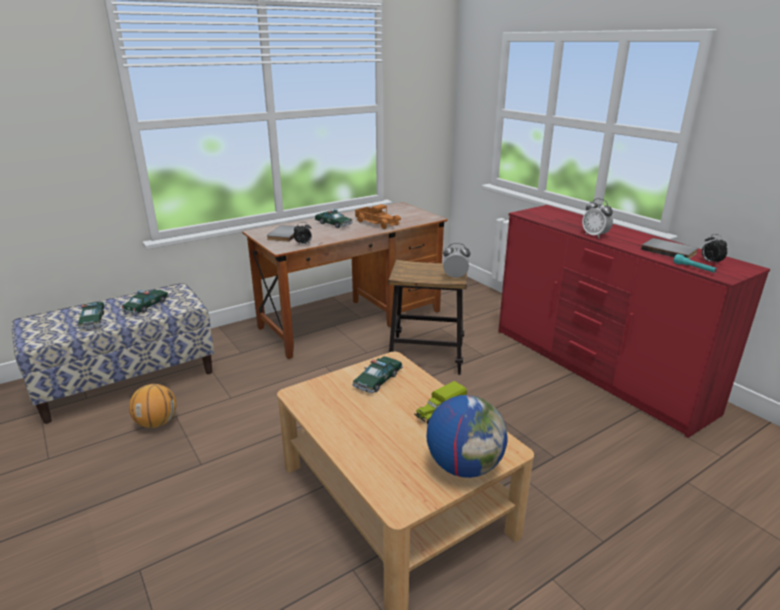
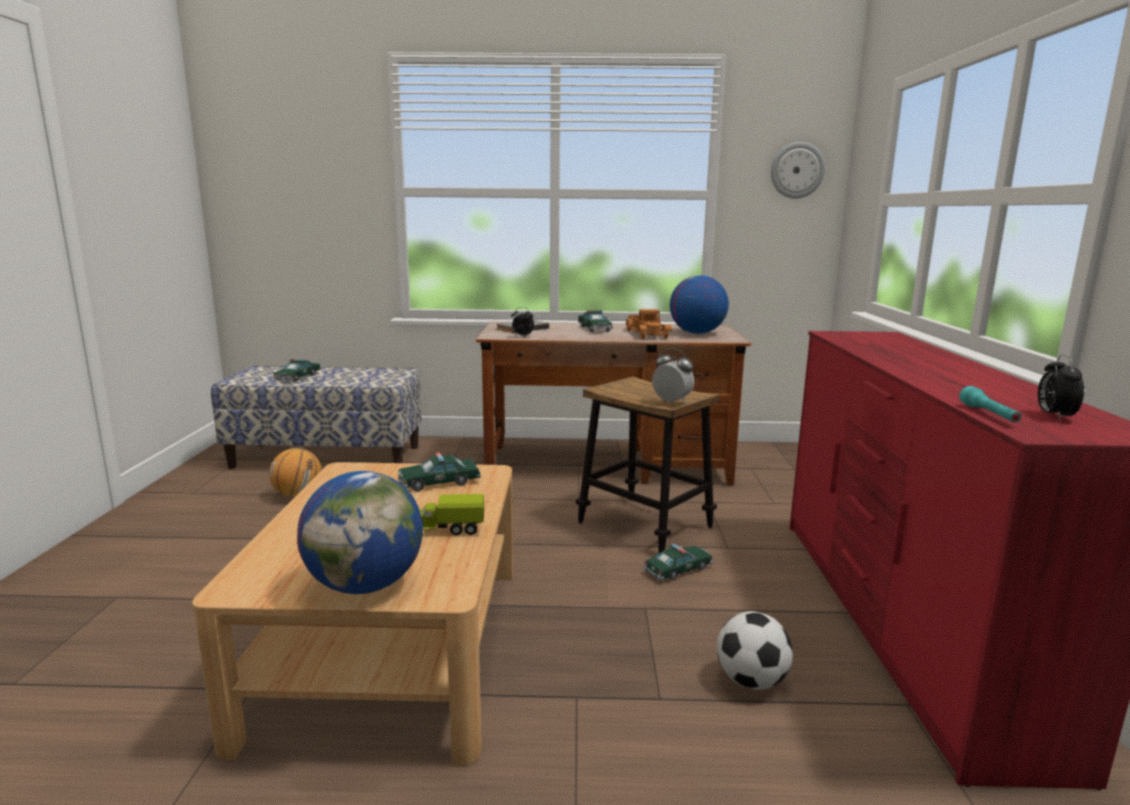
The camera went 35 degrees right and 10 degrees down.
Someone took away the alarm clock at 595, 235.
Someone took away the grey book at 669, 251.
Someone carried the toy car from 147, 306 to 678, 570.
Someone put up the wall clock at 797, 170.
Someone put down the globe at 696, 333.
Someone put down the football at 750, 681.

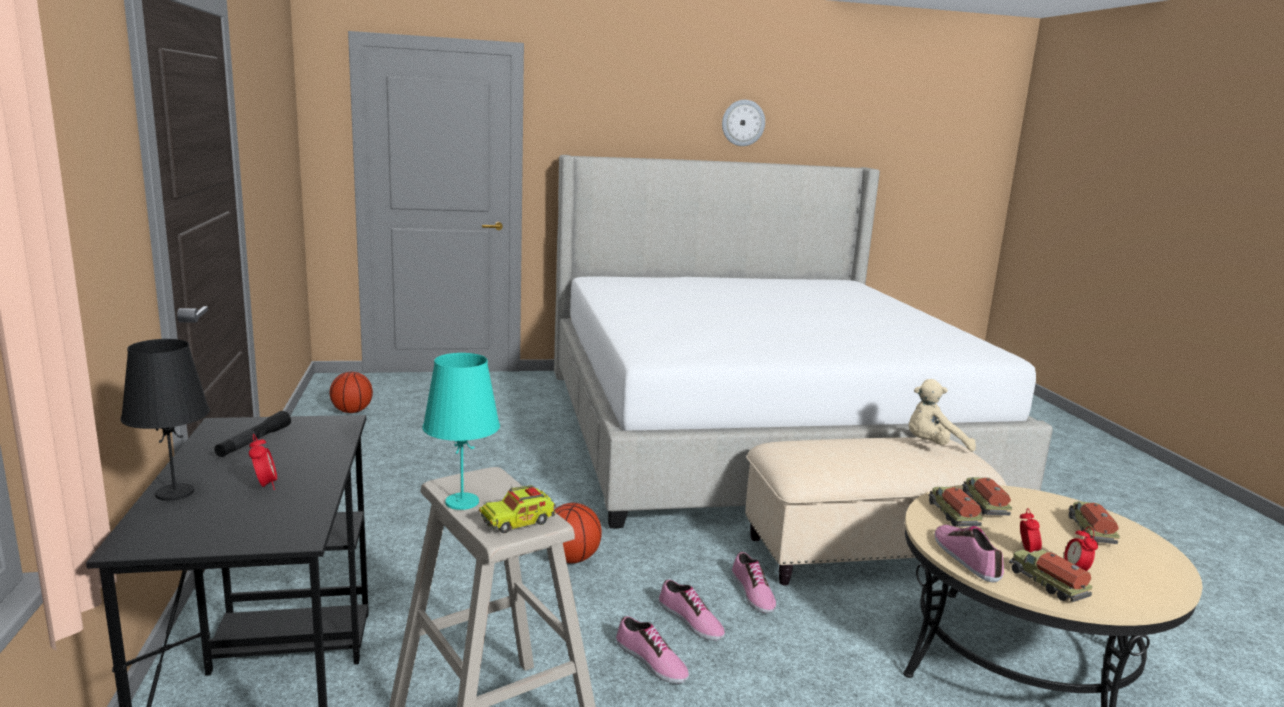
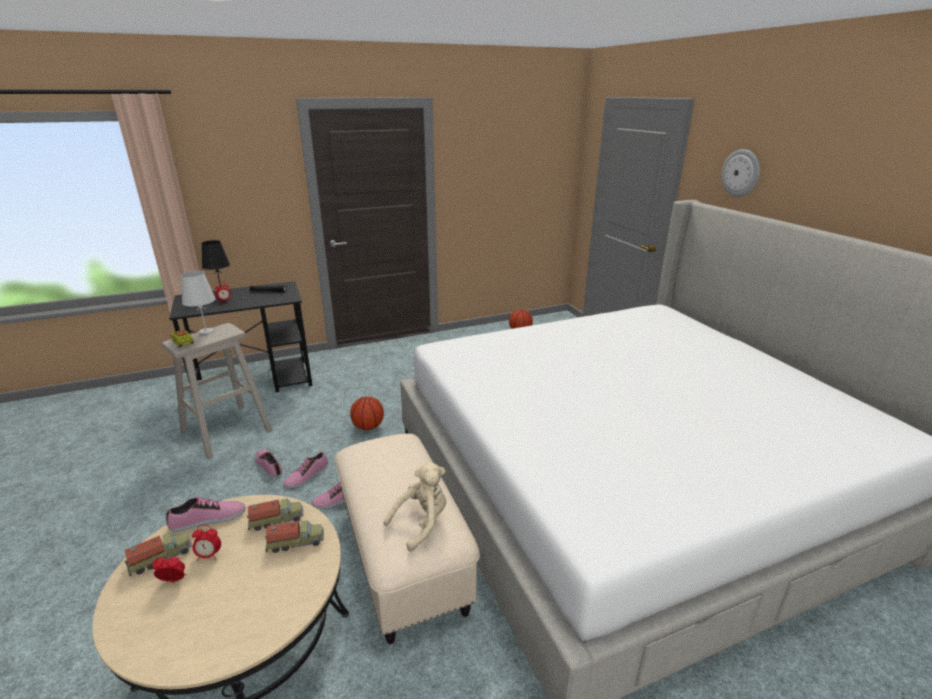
The camera went 80 degrees right and 10 degrees up.
Someone carried the wall clock from 743, 123 to 741, 173.
Someone repainted the turquoise table lamp at 462, 502, which became the white table lamp at 206, 331.
Someone rotated the beige plush toy at 933, 446 by 75 degrees clockwise.
Someone took away the toy truck at 1090, 530.
Someone rotated the shoe at 650, 661 by 105 degrees clockwise.

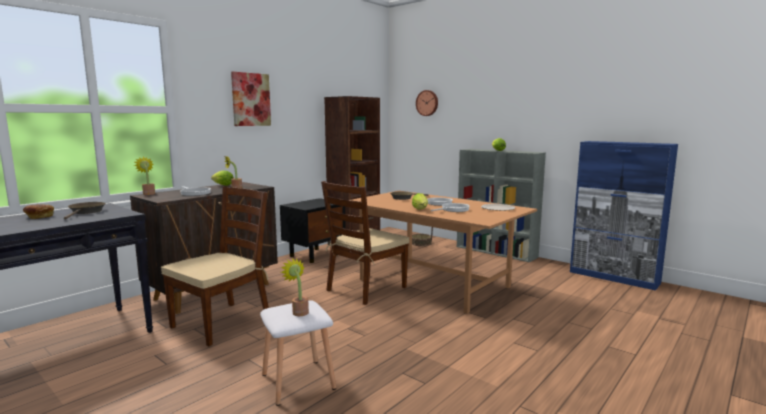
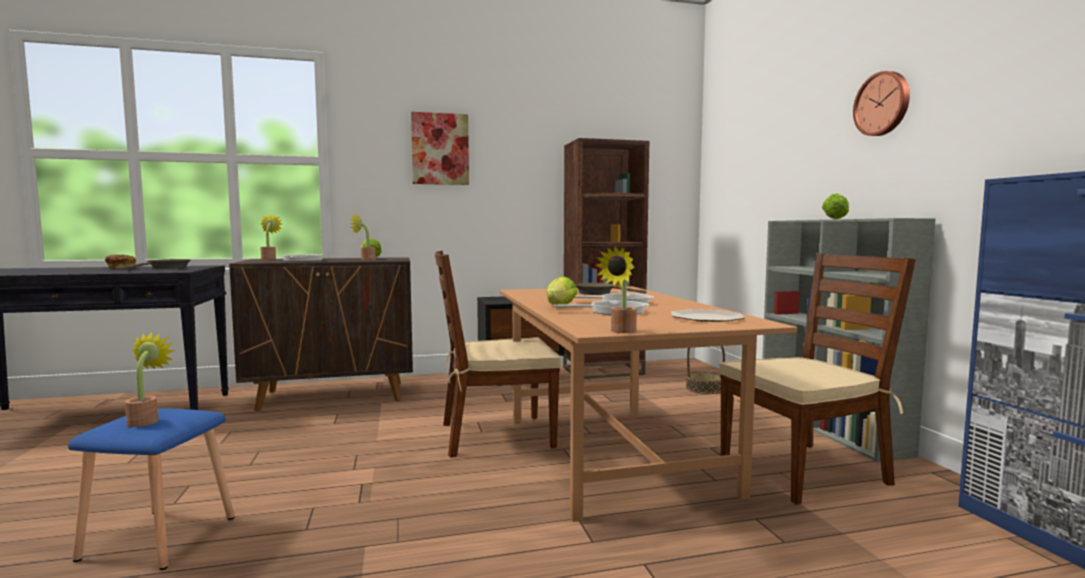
The camera went 35 degrees right and 5 degrees down.
Someone carried the wall clock from 427, 103 to 883, 104.
Someone carried the brown chair from 222, 322 to 804, 470.
Someone repainted the white stool at 297, 381, which became the blue stool at 160, 536.
Someone put down the potted plant at 621, 331.

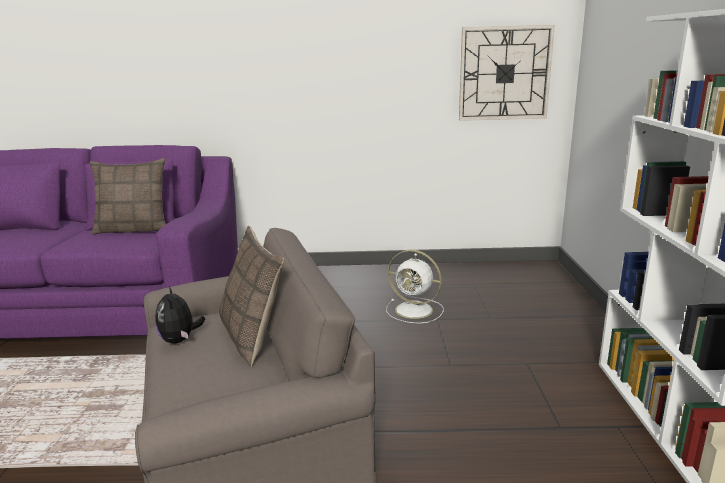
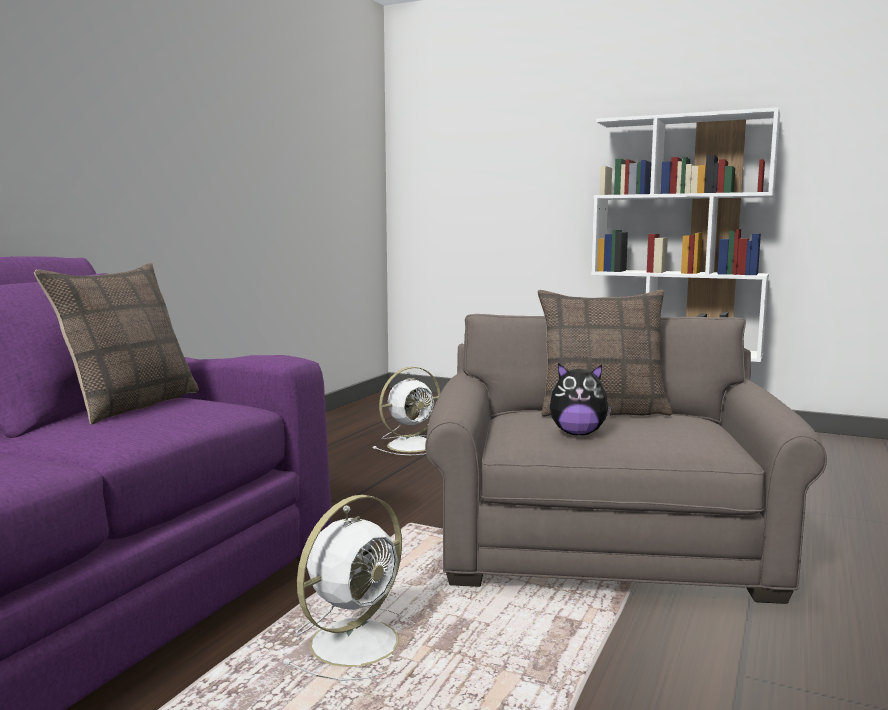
The camera went 65 degrees left and 10 degrees down.
Someone took away the wall clock at 504, 73.
Someone put down the white fan at 357, 641.

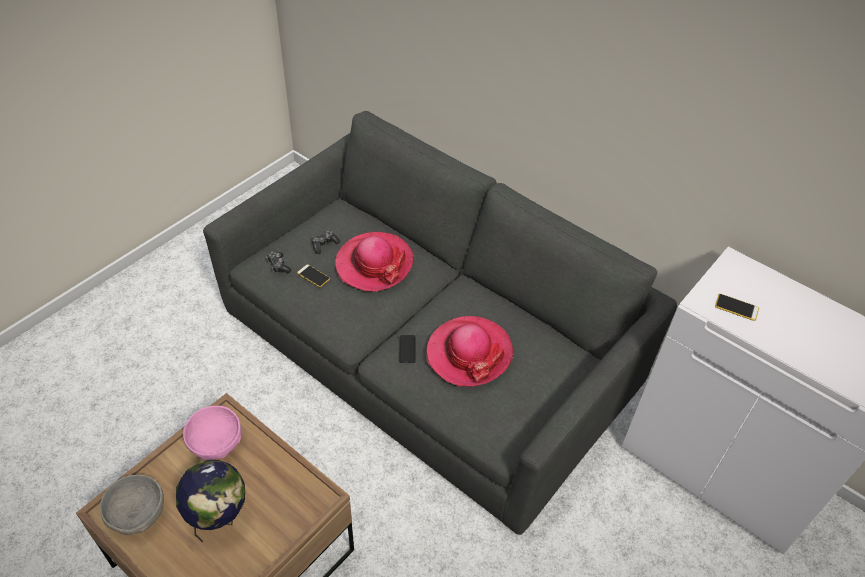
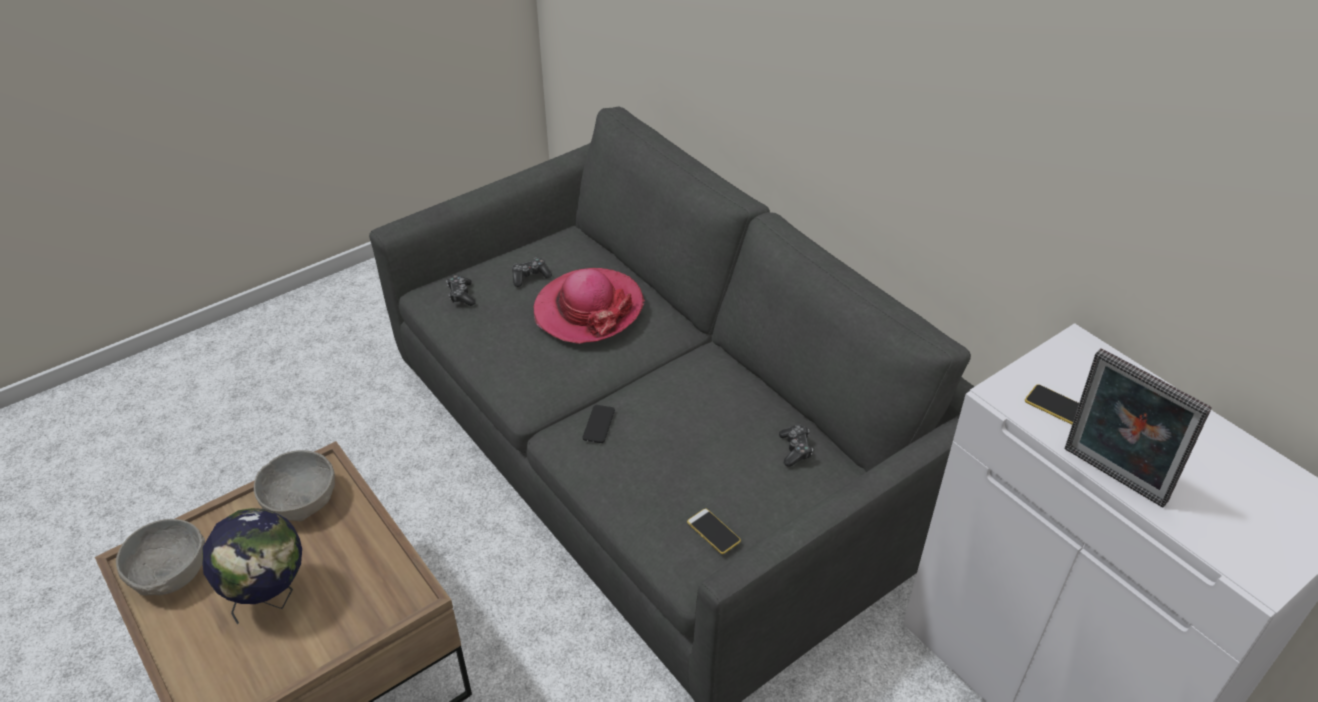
The camera went 15 degrees right and 5 degrees down.
Someone carried the phone from 313, 276 to 713, 531.
Someone took away the hat at 469, 353.
Someone repainted the pink bowl at 216, 442, which became the grey bowl at 301, 501.
Someone put down the picture frame at 1111, 479.
Someone put down the game controller at 795, 449.

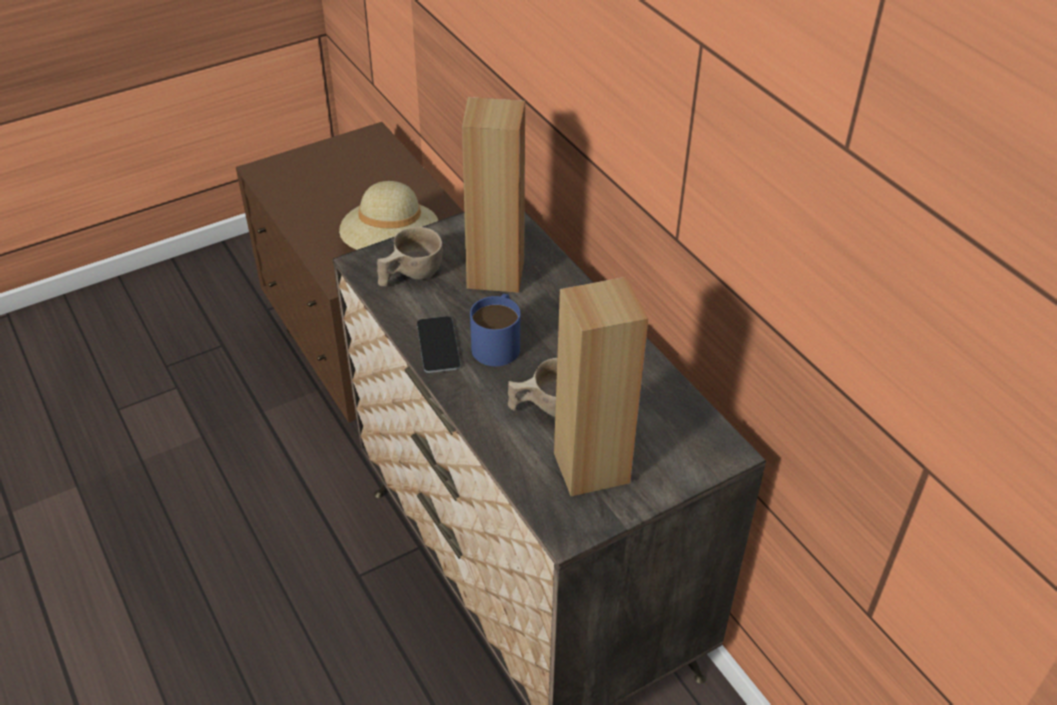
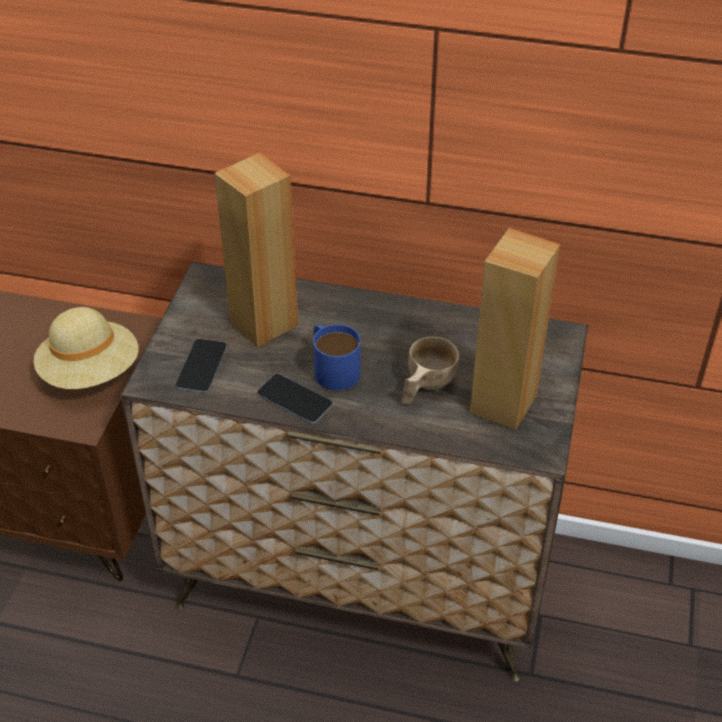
The camera went 45 degrees left and 0 degrees up.
Someone swapped the beige cup at 409, 275 for the phone at 201, 366.

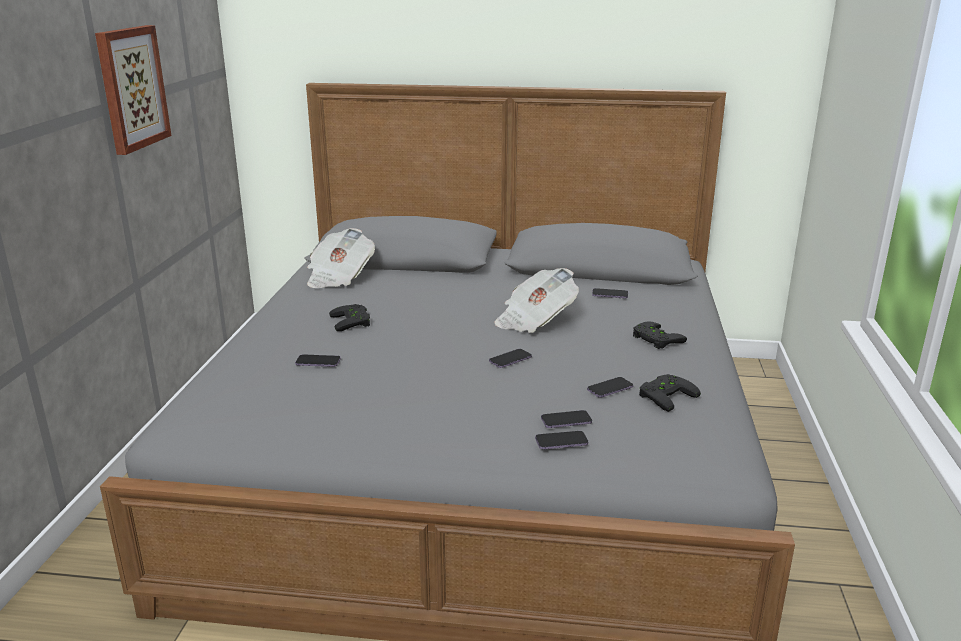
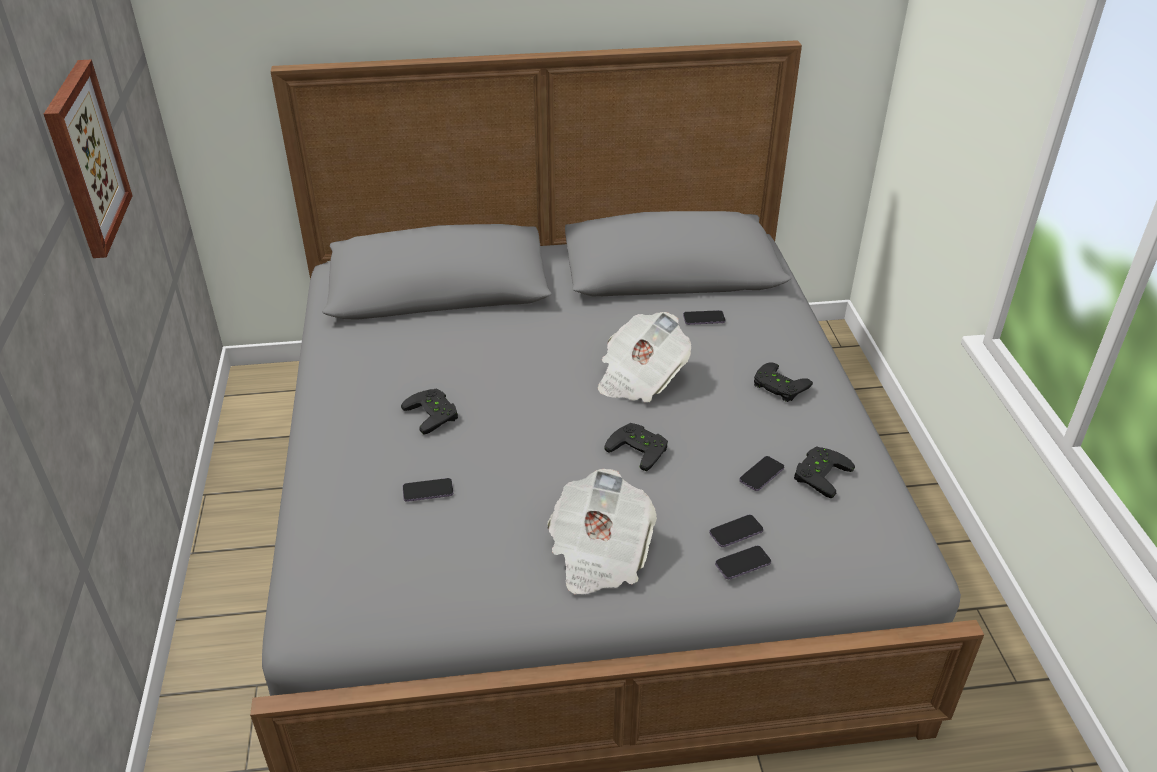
The camera went 15 degrees left and 15 degrees up.
Someone carried the newspaper from 339, 277 to 599, 554.
Someone swapped the phone at 510, 360 for the black game controller at 640, 448.

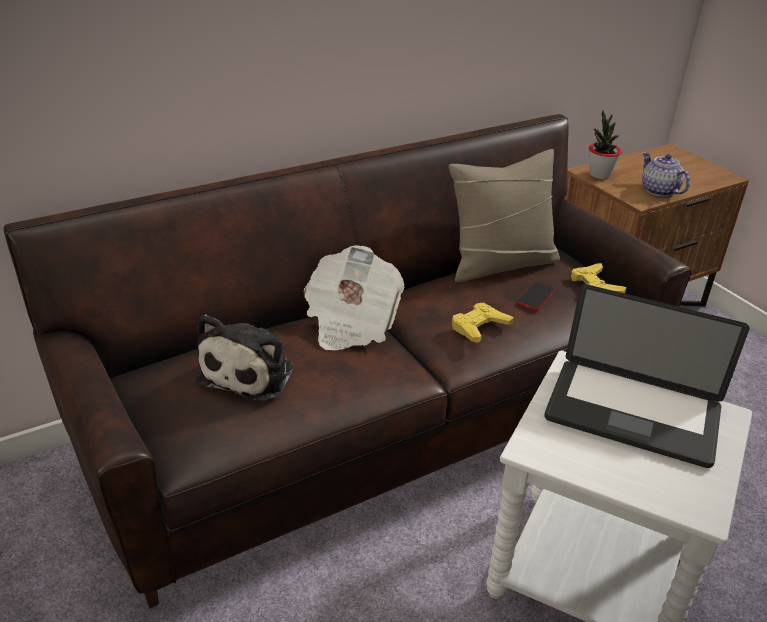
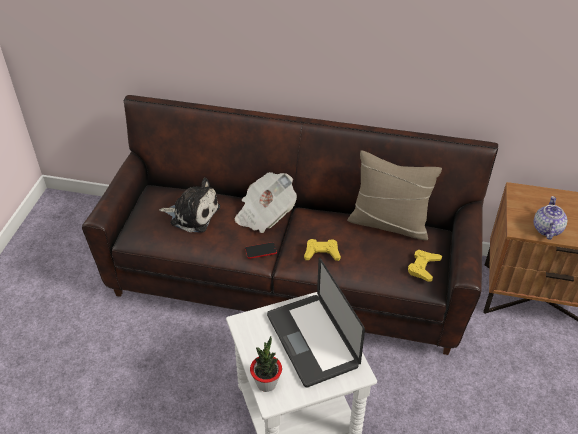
The camera went 45 degrees right and 10 degrees up.
Someone carried the potted plant from 599, 175 to 266, 383.
Someone carried the phone from 536, 297 to 261, 251.
Someone rotated the plush toy at 250, 372 by 135 degrees counterclockwise.

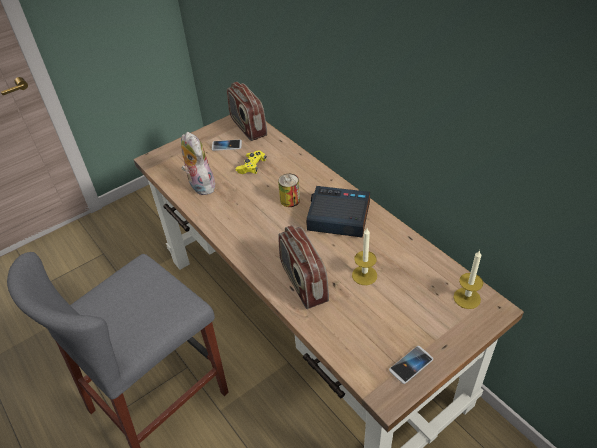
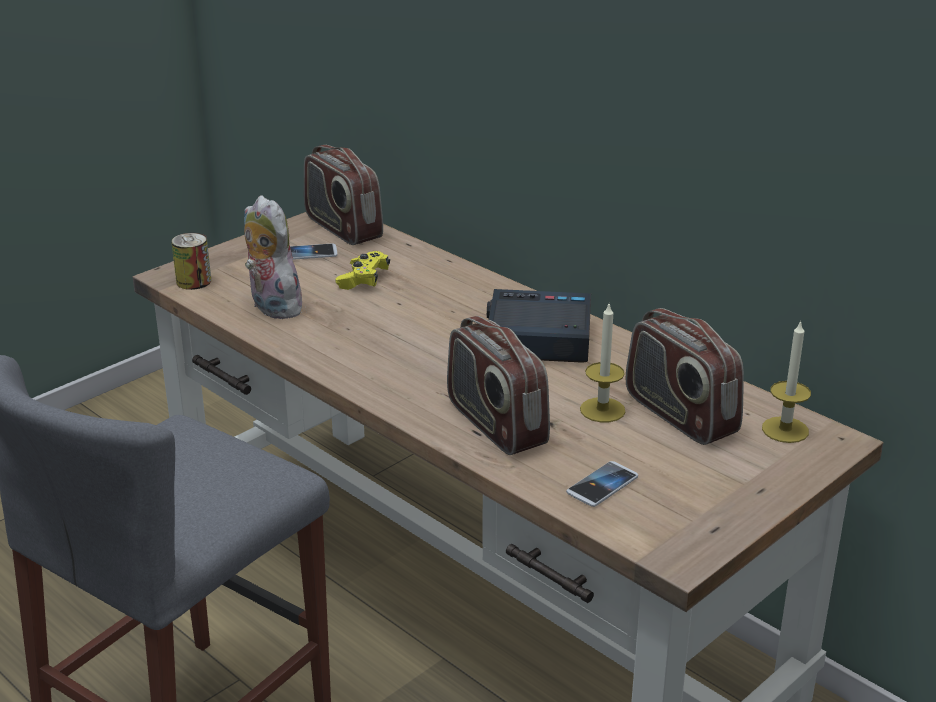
The camera went 10 degrees left and 15 degrees down.
Someone carried the can from 290, 200 to 193, 281.
Someone carried the phone from 411, 365 to 602, 485.
Someone put down the radio at 679, 415.

